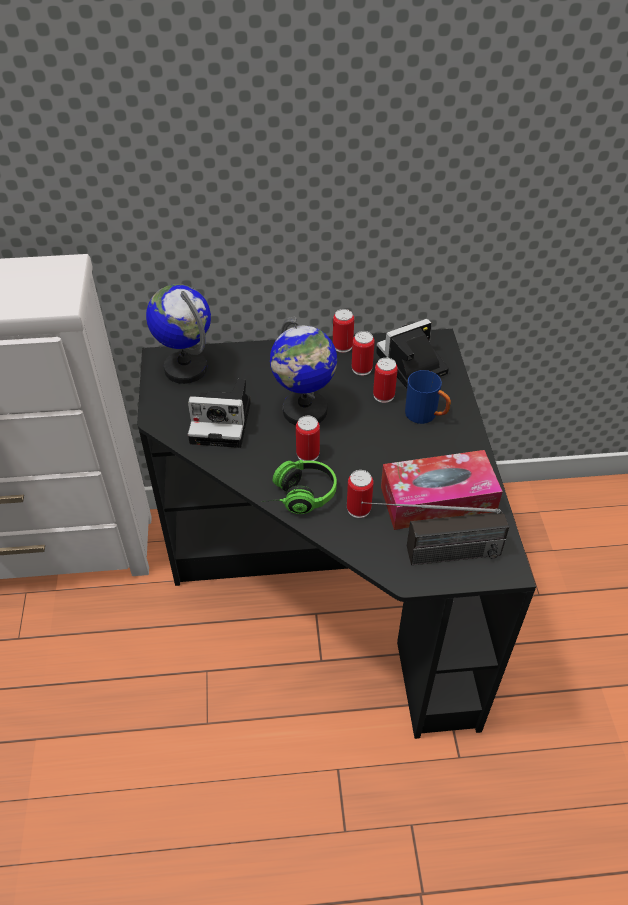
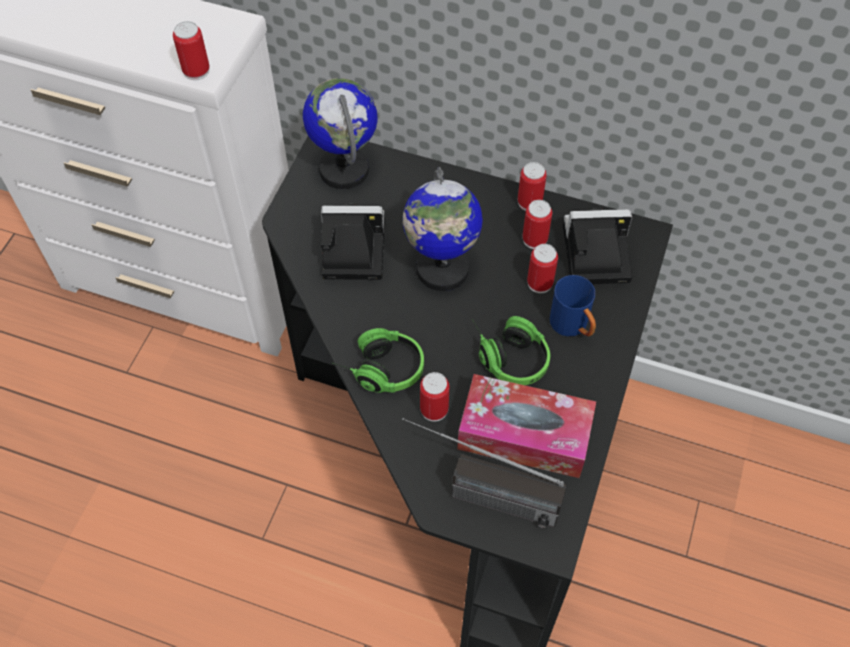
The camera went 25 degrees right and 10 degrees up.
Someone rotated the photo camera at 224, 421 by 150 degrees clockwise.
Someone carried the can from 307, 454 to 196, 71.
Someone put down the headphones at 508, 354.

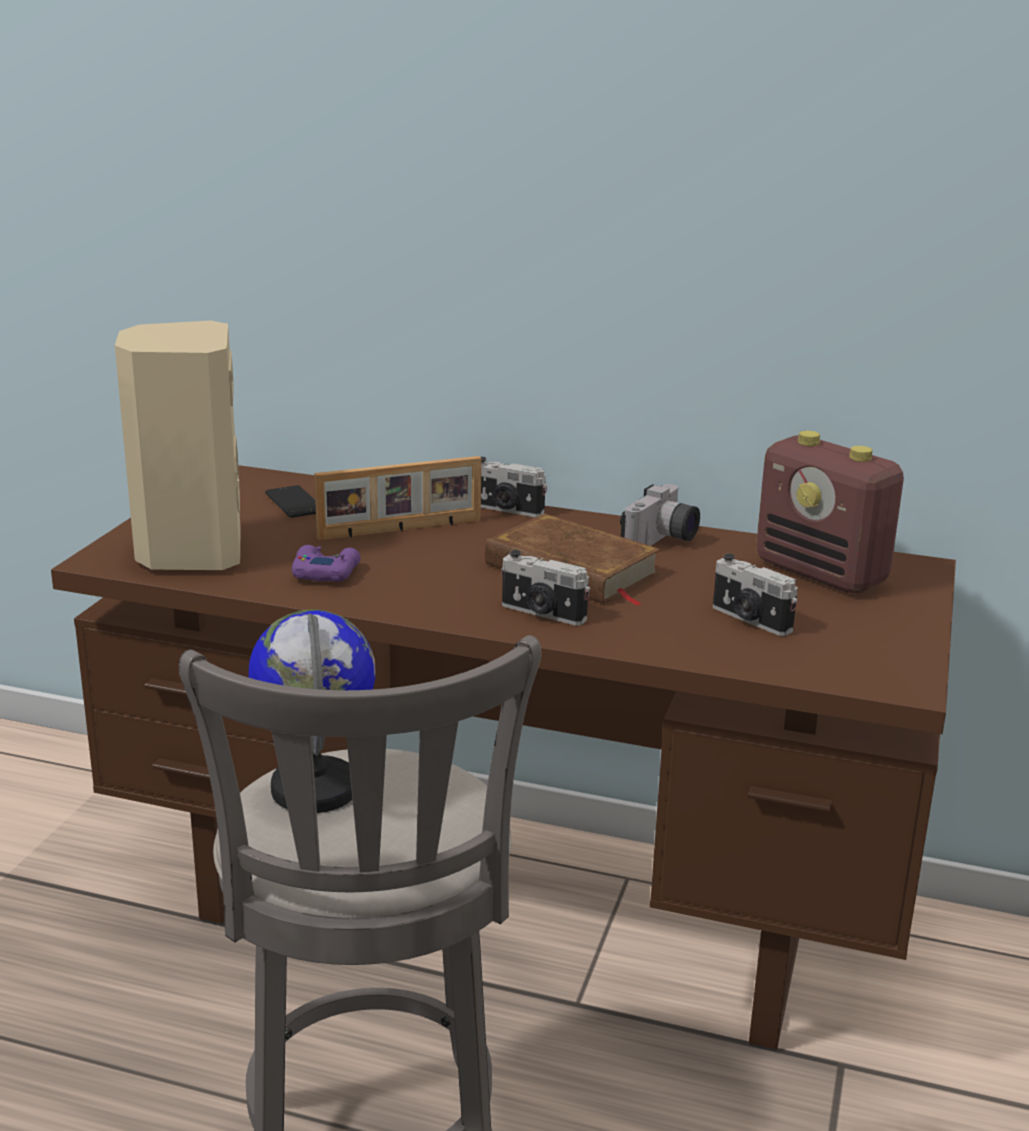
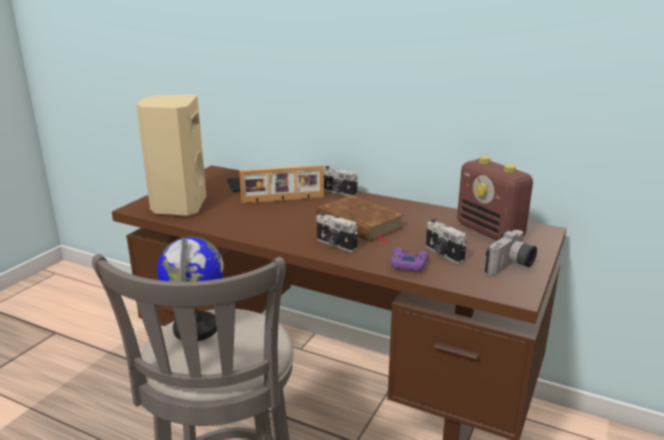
The camera went 10 degrees right and 0 degrees up.
Someone carried the photo camera from 662, 542 to 511, 266.
Someone carried the purple game controller from 325, 572 to 408, 264.

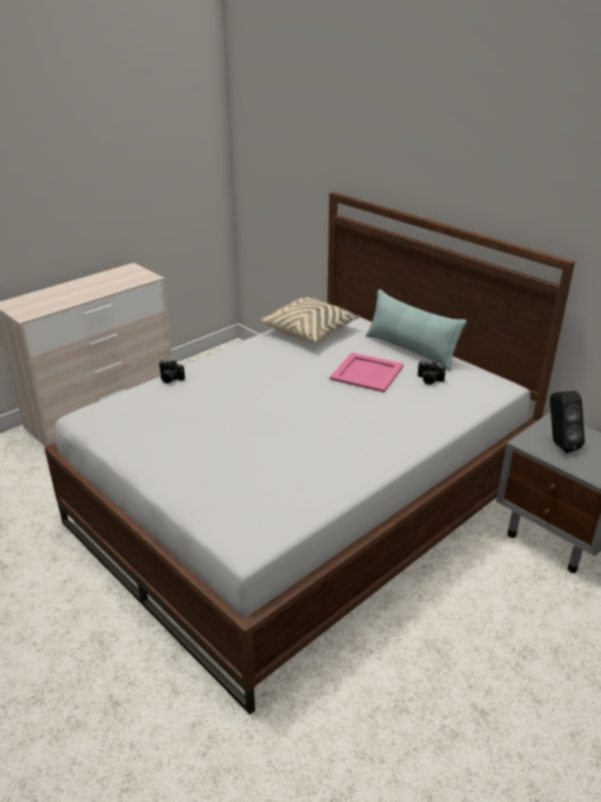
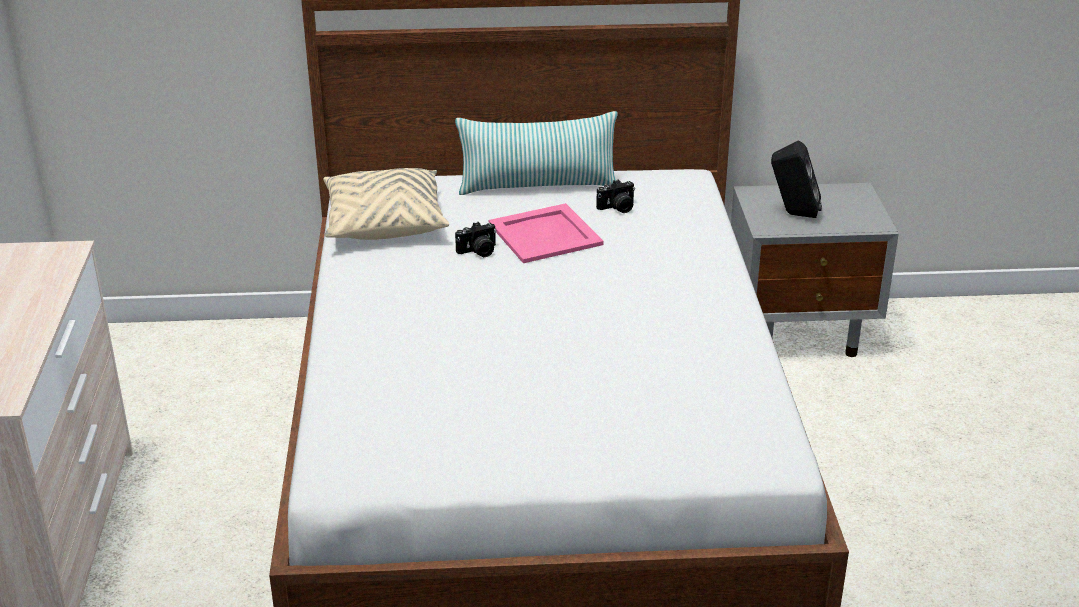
The camera went 50 degrees left and 0 degrees up.
Someone carried the photo camera from 170, 379 to 478, 252.

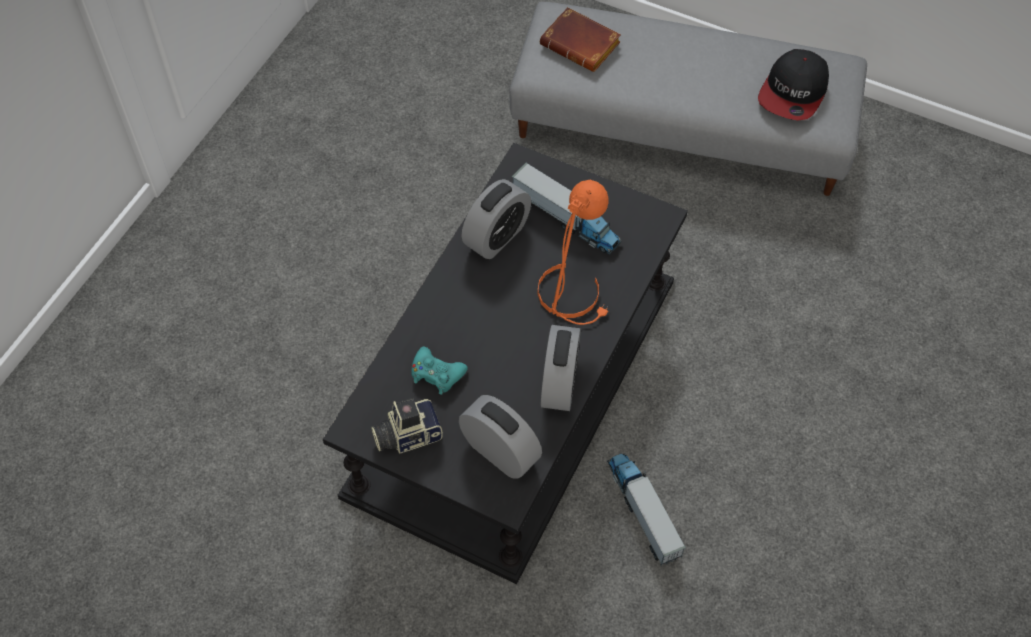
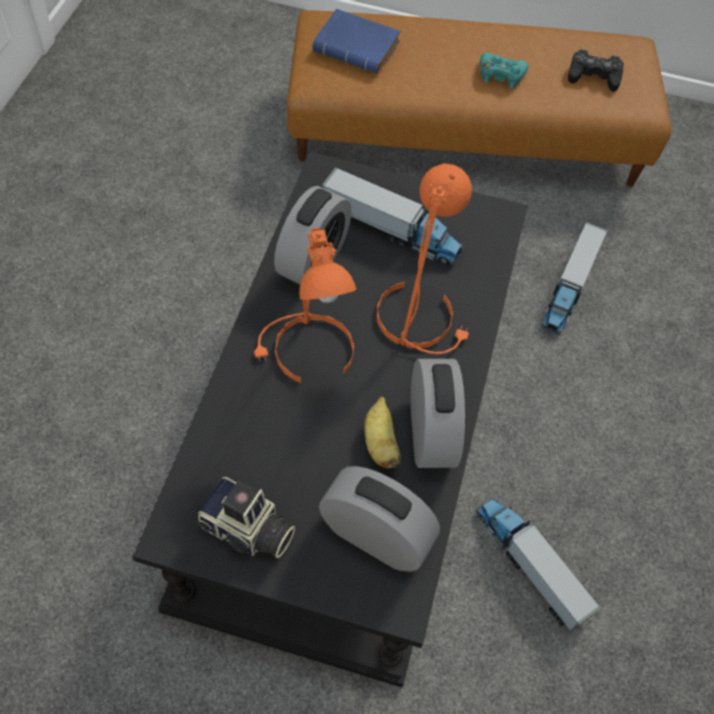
The camera went 15 degrees left and 0 degrees up.
Someone repainted the grey ottoman at 681, 123, which became the brown ottoman at 466, 130.
Someone repainted the brown book at 582, 45, which became the blue book at 359, 48.
Someone swapped the cap at 793, 92 for the black game controller at 593, 76.
Someone carried the turquoise game controller from 436, 374 to 501, 75.
Someone rotated the photo camera at 407, 434 by 120 degrees counterclockwise.
Someone put down the toy truck at 569, 288.
Someone put down the orange table lamp at 308, 353.
Someone put down the banana at 380, 442.

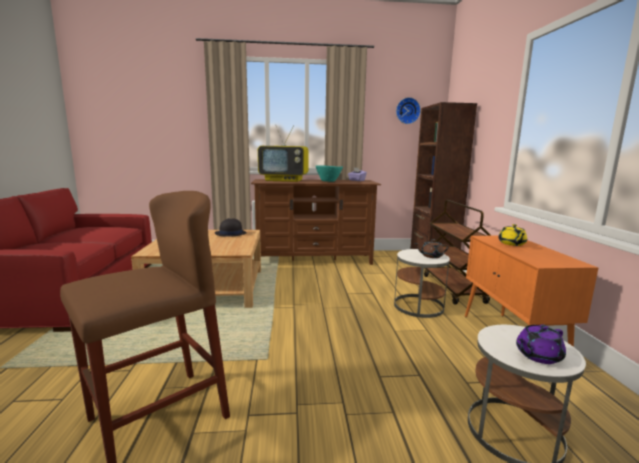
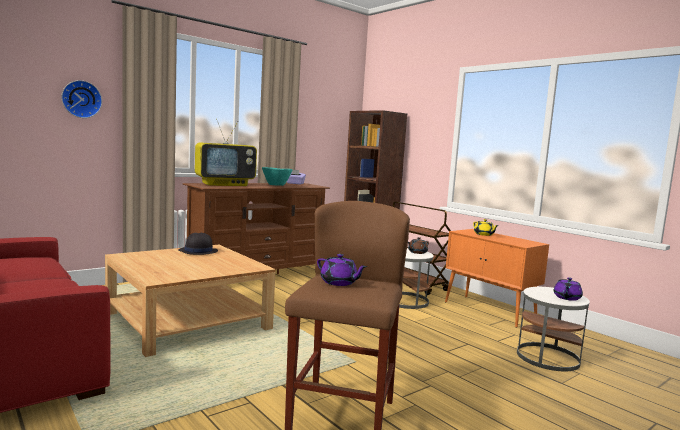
The camera went 35 degrees left and 5 degrees down.
Someone carried the wall clock from 407, 111 to 81, 99.
Someone put down the purple teapot at 339, 283.

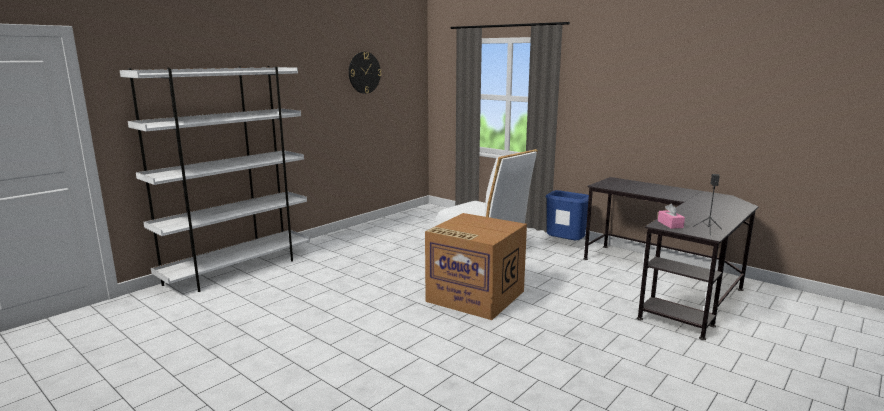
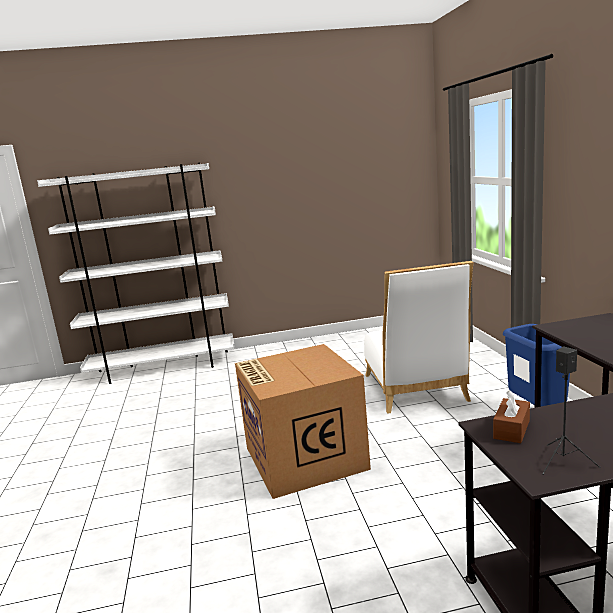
The camera went 40 degrees right and 0 degrees up.
Someone took away the wall clock at 364, 72.
Someone repainted the pink tissue box at 670, 224, which became the brown tissue box at 511, 429.

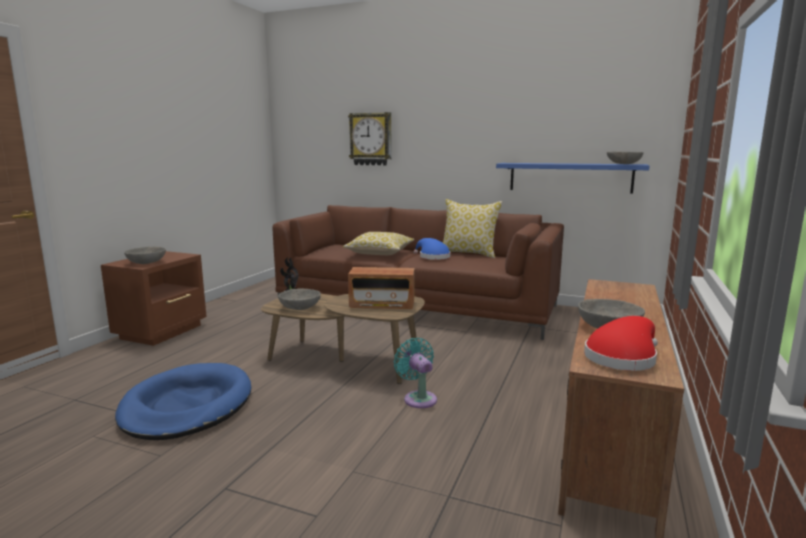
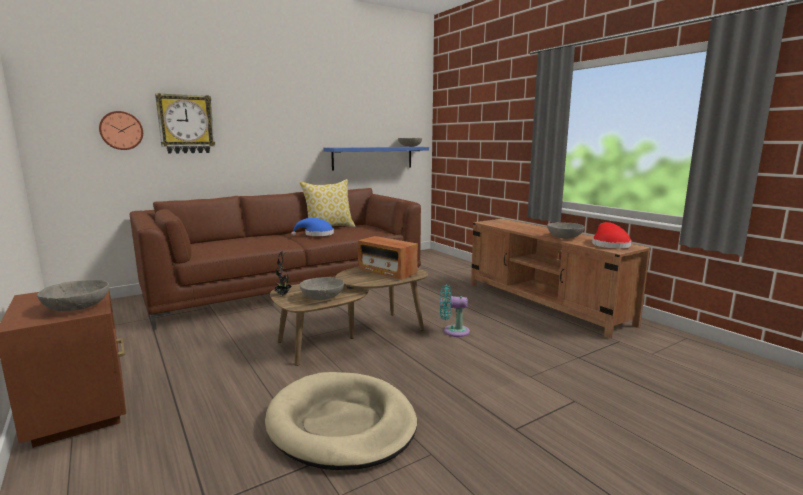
The camera went 55 degrees left and 0 degrees up.
Someone took away the pillow at 380, 253.
Someone rotated the radio at 382, 304 by 90 degrees clockwise.
Someone repainted the blue dog bed at 187, 406, which became the beige dog bed at 341, 424.
Someone put up the wall clock at 121, 130.

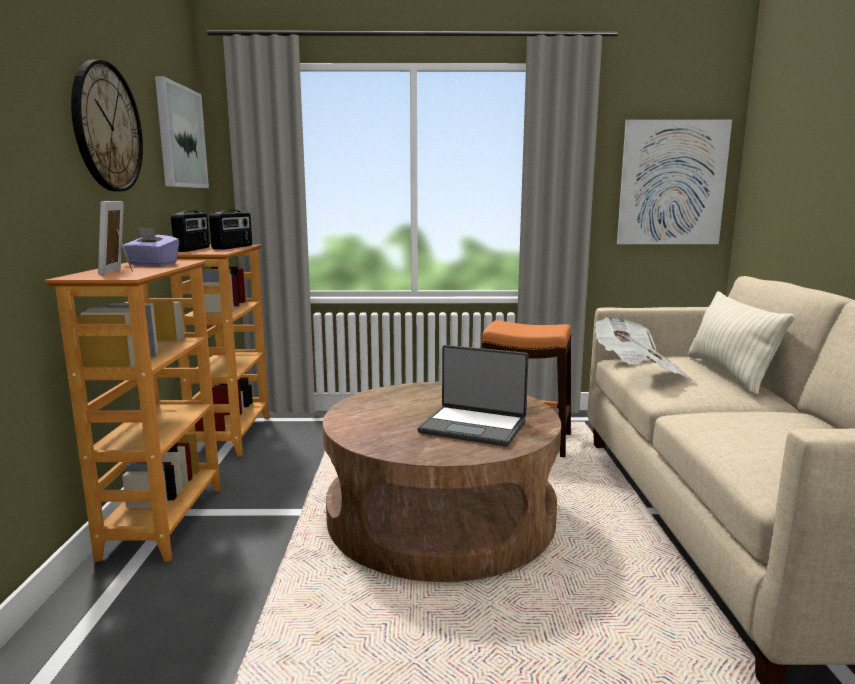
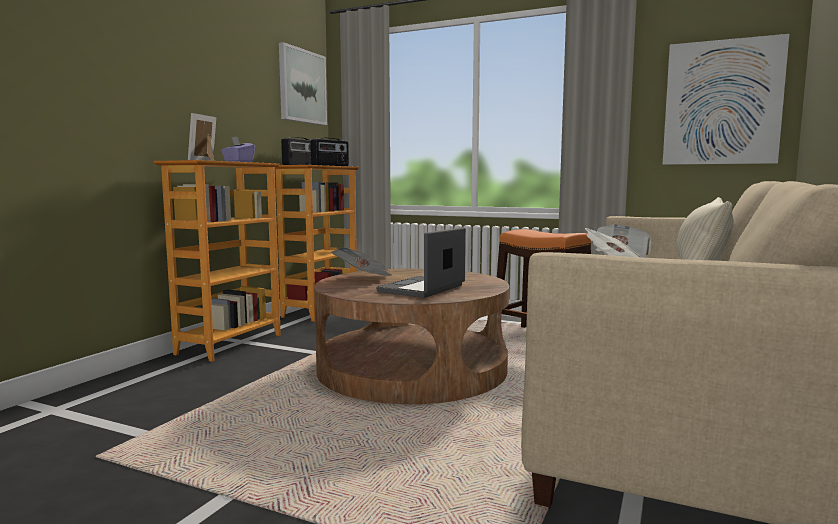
The camera went 25 degrees right and 5 degrees down.
Someone took away the wall clock at 107, 127.
Someone rotated the laptop at 473, 427 by 75 degrees clockwise.
Someone put down the newspaper at 363, 279.

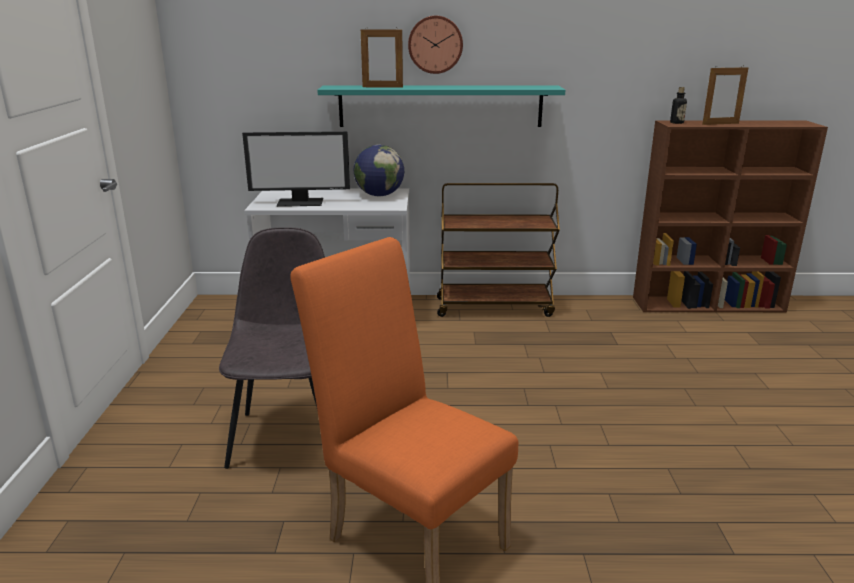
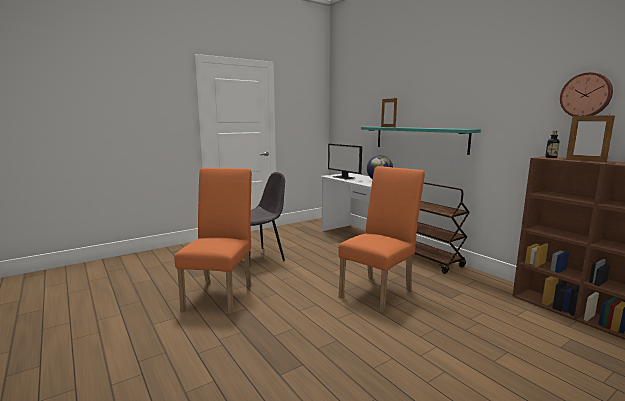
The camera went 55 degrees right and 10 degrees down.
Someone carried the wall clock from 435, 44 to 586, 95.
Someone put down the orange chair at 379, 291.

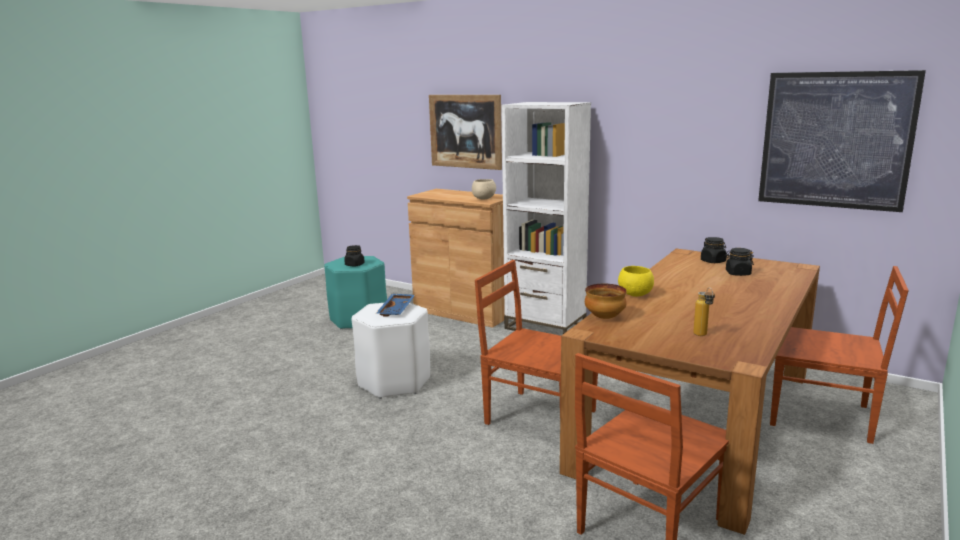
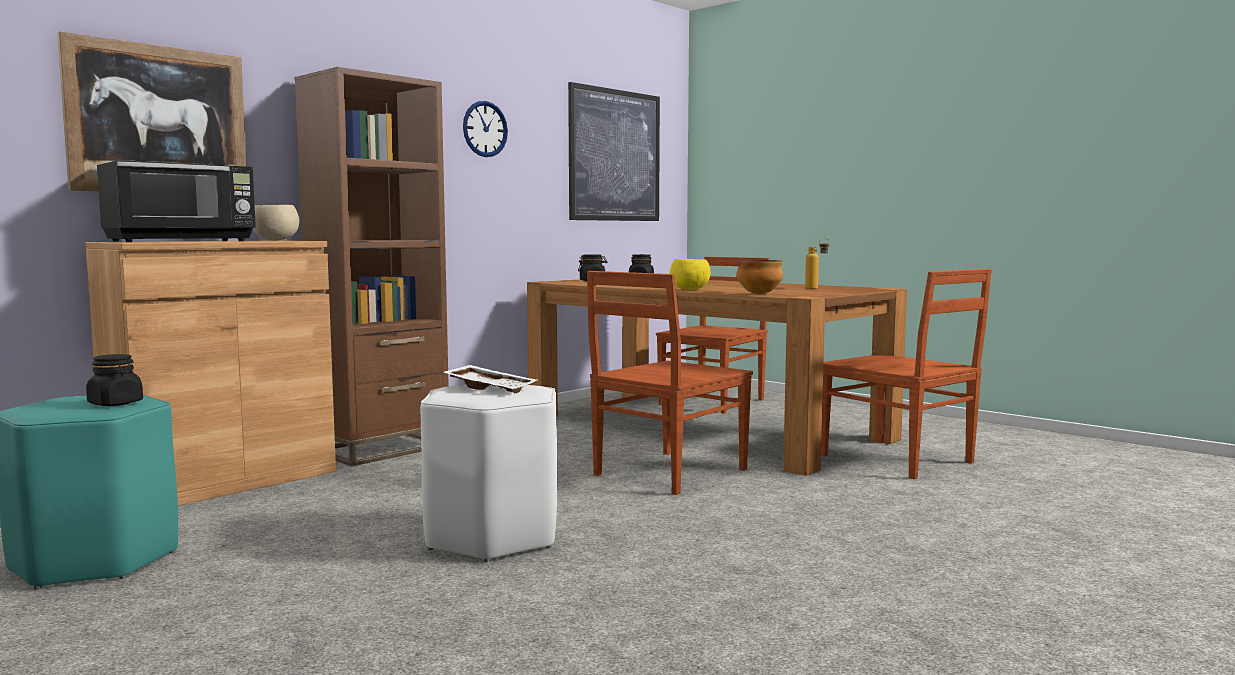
The camera went 80 degrees left and 10 degrees down.
Someone repainted the white bookcase at 545, 327, which became the brown bookcase at 381, 449.
Someone repainted the blue tray at 397, 310, which became the white tray at 491, 388.
Someone put up the wall clock at 485, 129.
Someone put down the black microwave at 182, 241.

